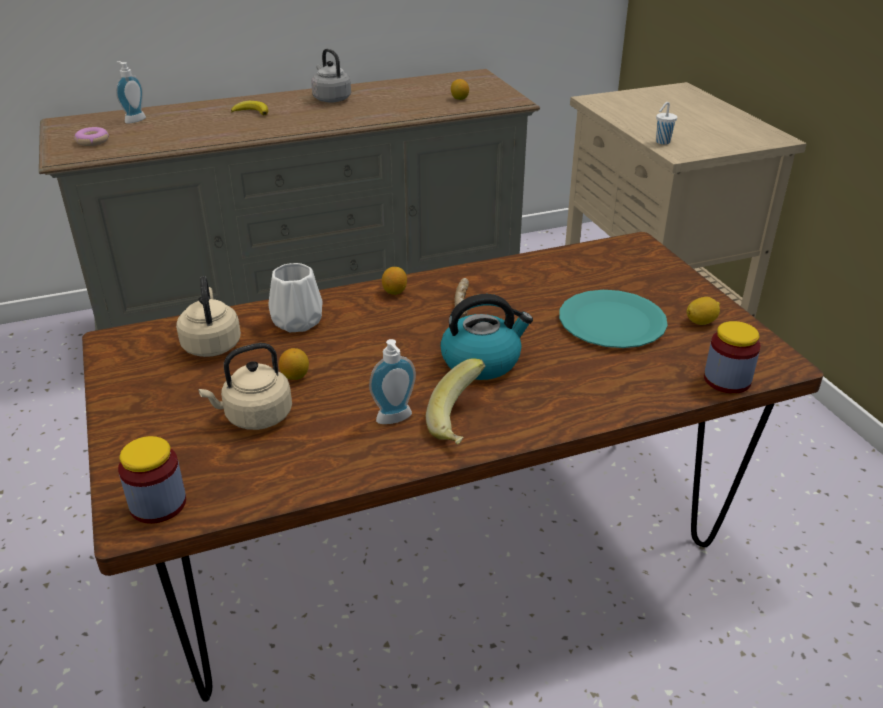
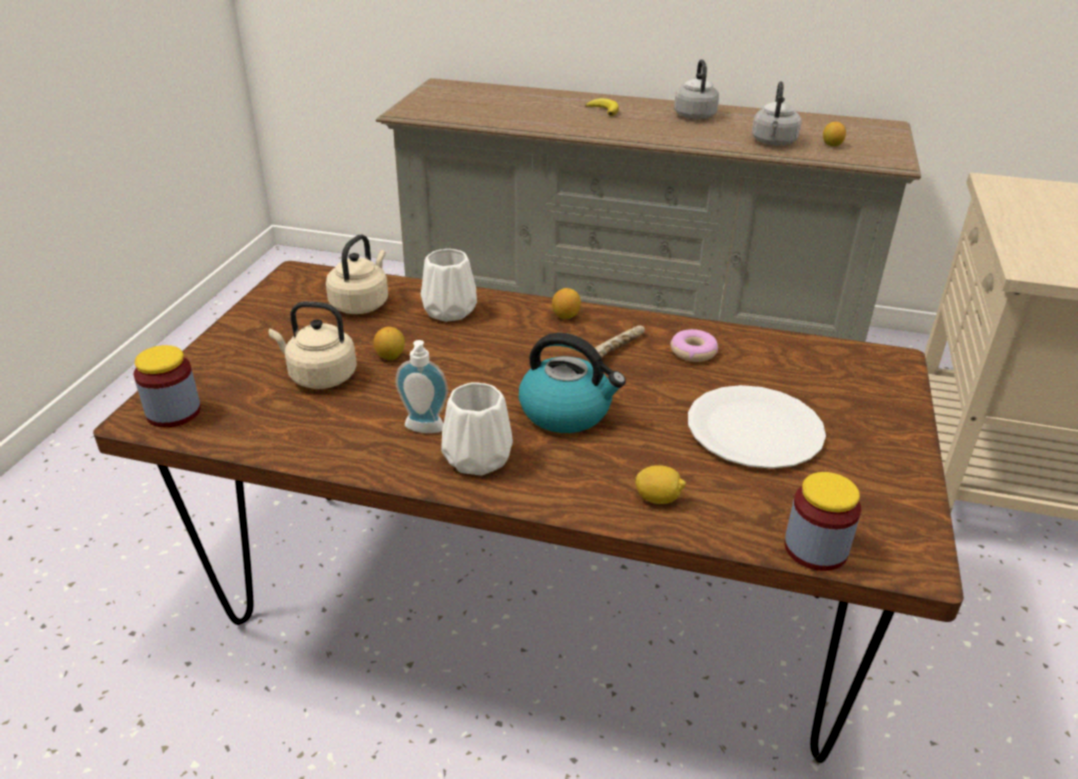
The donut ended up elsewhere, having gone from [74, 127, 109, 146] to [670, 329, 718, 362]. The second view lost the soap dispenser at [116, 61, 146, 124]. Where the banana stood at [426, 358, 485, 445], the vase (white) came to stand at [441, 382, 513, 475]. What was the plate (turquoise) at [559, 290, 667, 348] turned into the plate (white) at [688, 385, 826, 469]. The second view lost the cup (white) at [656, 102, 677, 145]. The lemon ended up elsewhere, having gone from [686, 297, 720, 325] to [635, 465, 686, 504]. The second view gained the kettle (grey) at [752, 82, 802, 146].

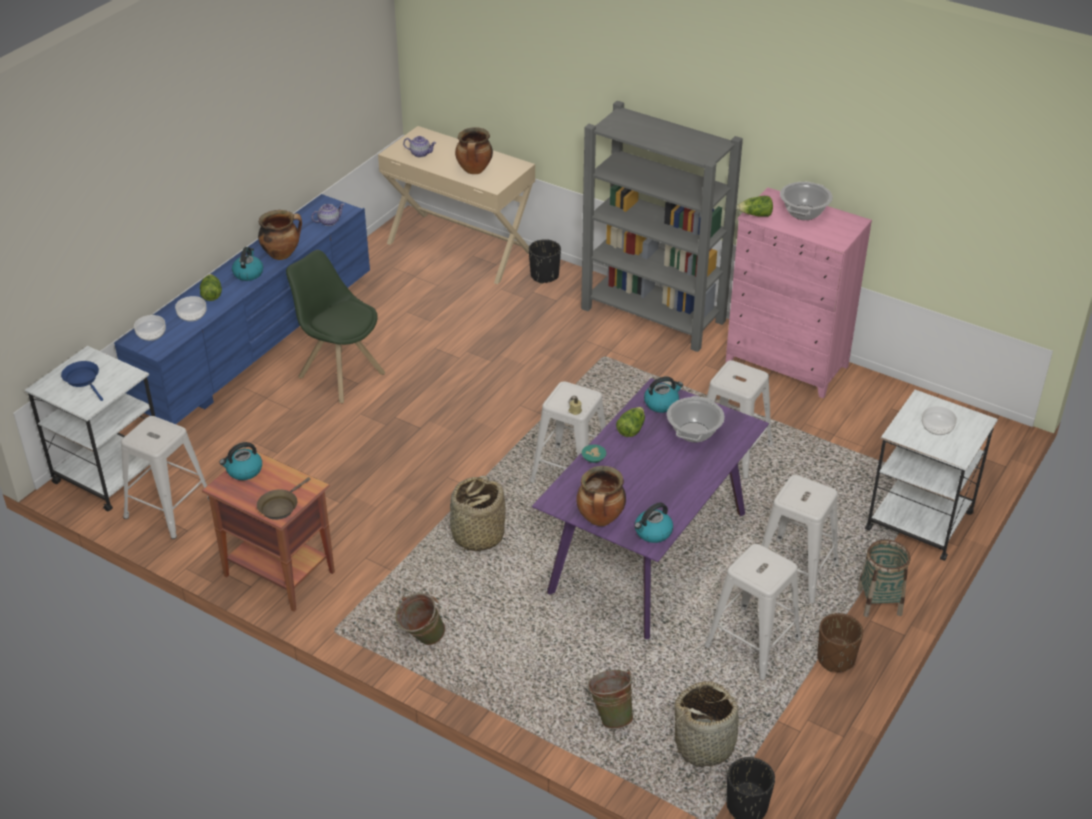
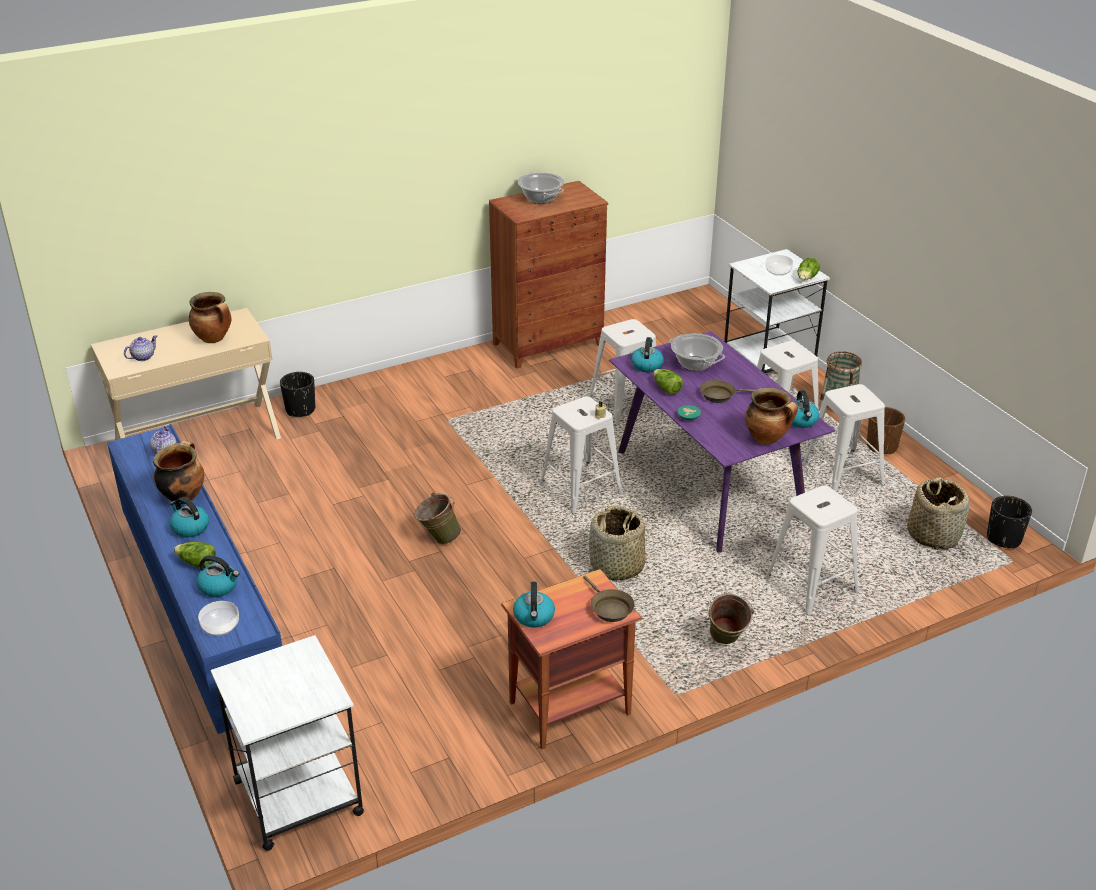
The second view lost the frying pan (blue) at [61, 361, 103, 401]. The stool (white) ended up elsewhere, having gone from [121, 416, 210, 539] to [765, 486, 859, 615]. Where the bowl stood at [175, 296, 207, 322], the kettle came to stand at [196, 555, 239, 597]. The second view lost the chair (green) at [286, 250, 385, 403]. The second view lost the bookcase (grey) at [581, 101, 743, 352]. The bucket (green) ended up elsewhere, having gone from [587, 670, 635, 729] to [415, 493, 461, 545]. What was the dresser (pink) at [726, 188, 872, 398] turned into the dresser (brown) at [489, 181, 608, 368]. The lettuce ended up elsewhere, having gone from [736, 196, 773, 217] to [798, 258, 820, 280]. The second view gained the frying pan (brown) at [700, 380, 755, 403].

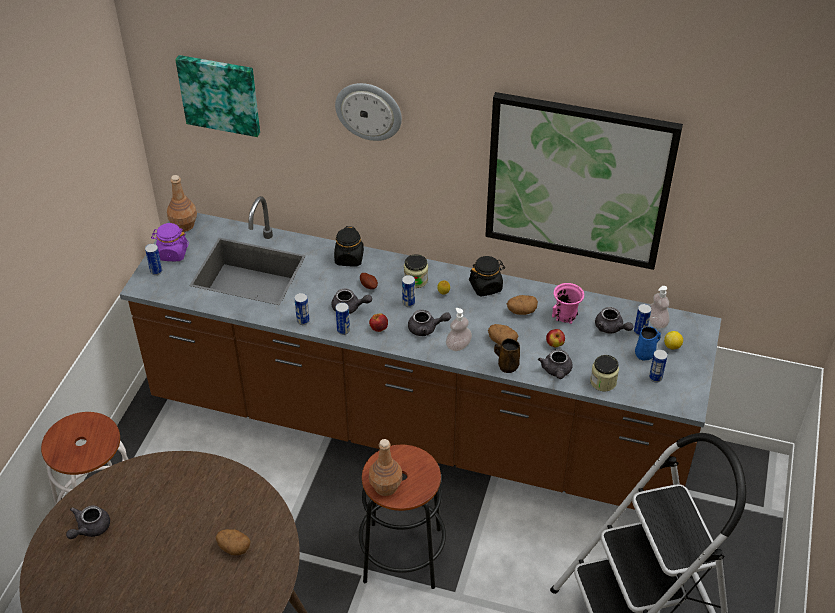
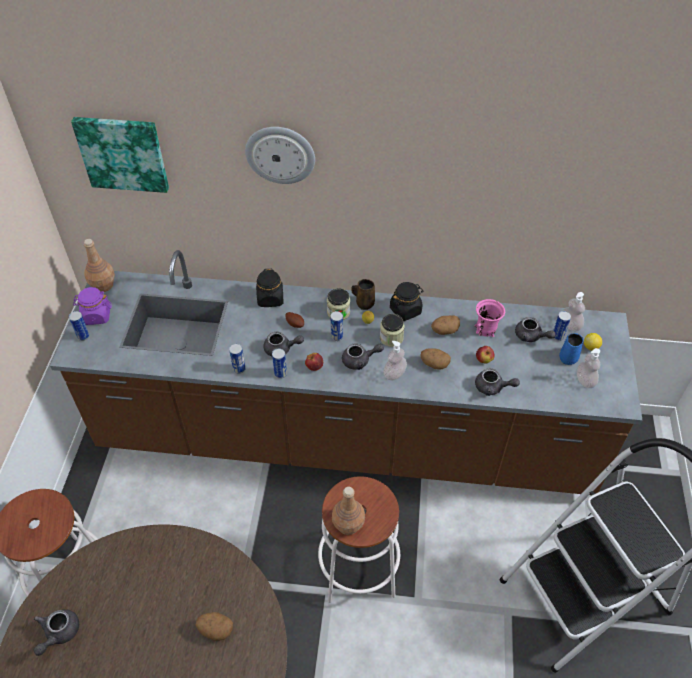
What was the stool (black) at [359, 445, 446, 589] turned into the stool (white) at [318, 476, 400, 603]. The second view lost the picture at [485, 92, 683, 270]. The mug (brown) ended up elsewhere, having gone from [494, 338, 520, 373] to [351, 279, 375, 310]. The teapot (grey) at [538, 349, 573, 379] ended up facing another way, 60 degrees counterclockwise from before. The jar ended up elsewhere, having gone from [590, 355, 619, 391] to [380, 314, 405, 347]. Where the can stood at [649, 349, 668, 383], the soap dispenser came to stand at [577, 348, 600, 388].

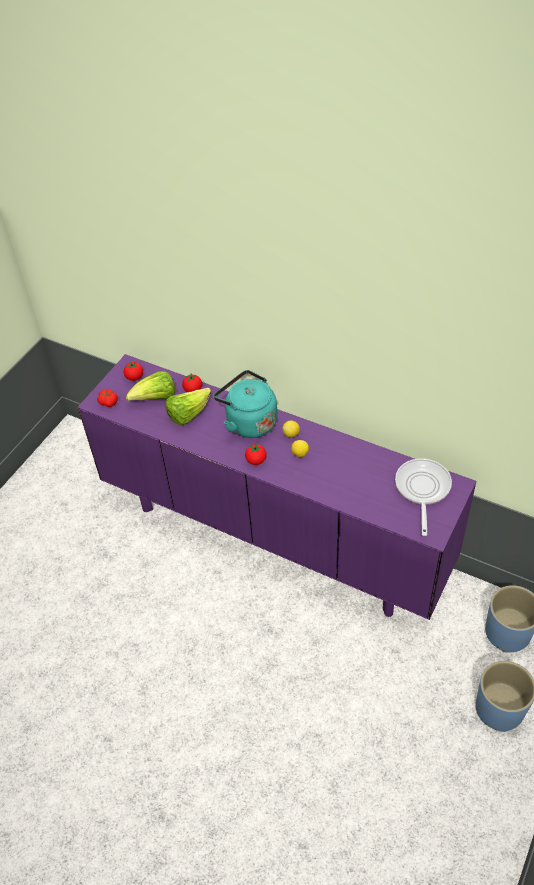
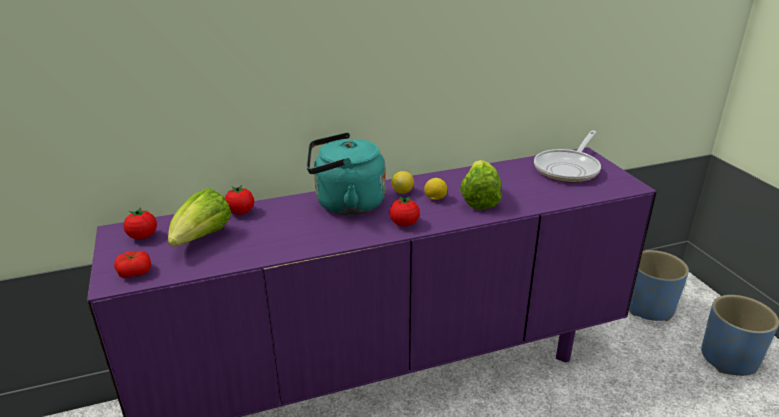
The lettuce ended up elsewhere, having gone from [165, 388, 211, 425] to [460, 160, 501, 210]. The frying pan at [395, 458, 452, 536] ended up facing another way, 105 degrees counterclockwise from before.

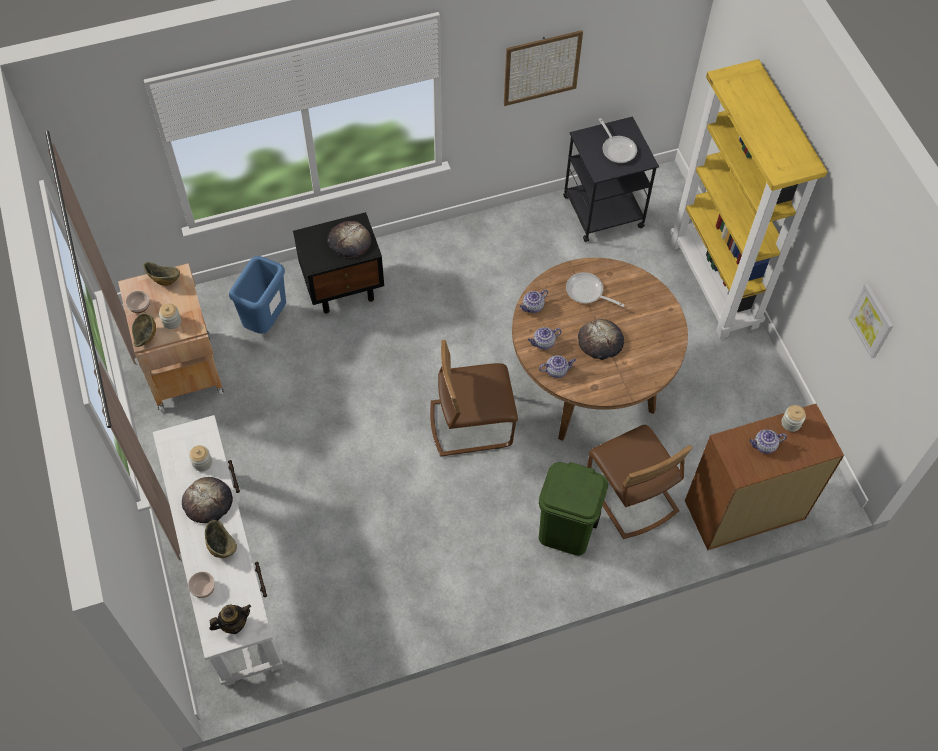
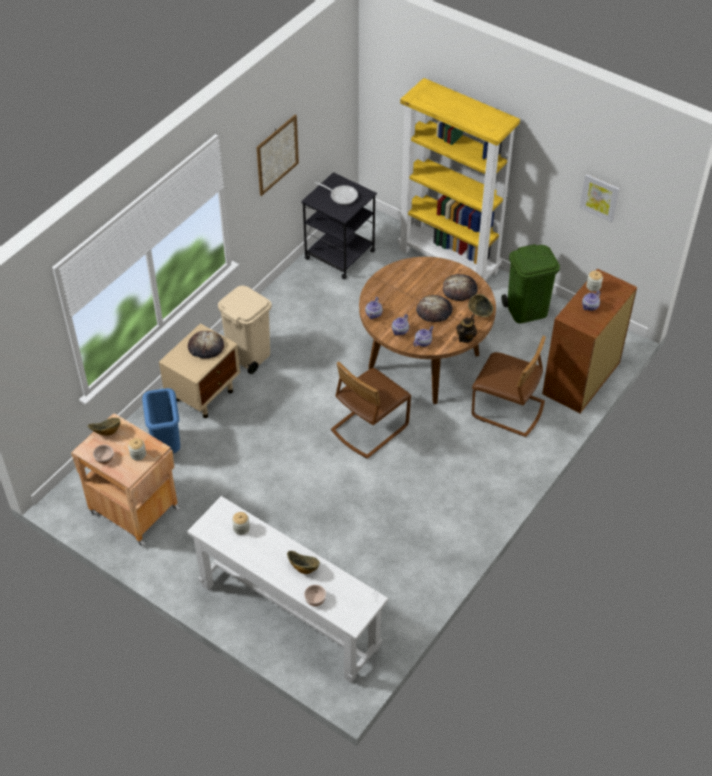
The bowl ended up elsewhere, having gone from [132, 313, 156, 347] to [468, 294, 493, 317]. The bread ended up elsewhere, having gone from [182, 477, 233, 524] to [443, 274, 478, 301]. The teapot ended up elsewhere, having gone from [209, 604, 251, 634] to [456, 314, 477, 343]. What was the nightstand (black) at [293, 212, 384, 314] turned into the nightstand (beige) at [159, 323, 240, 418]. The trash can (green) ended up elsewhere, having gone from [539, 462, 608, 556] to [501, 244, 560, 323]. The second view lost the frying pan at [566, 272, 624, 307]. The second view gained the trash can (beige) at [218, 286, 272, 374].

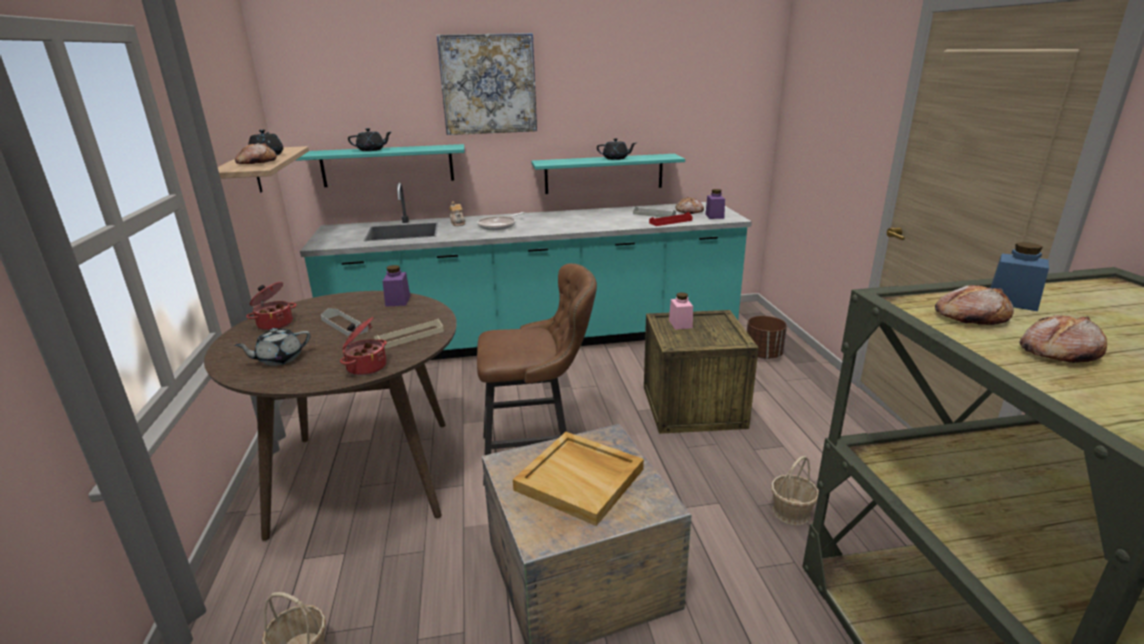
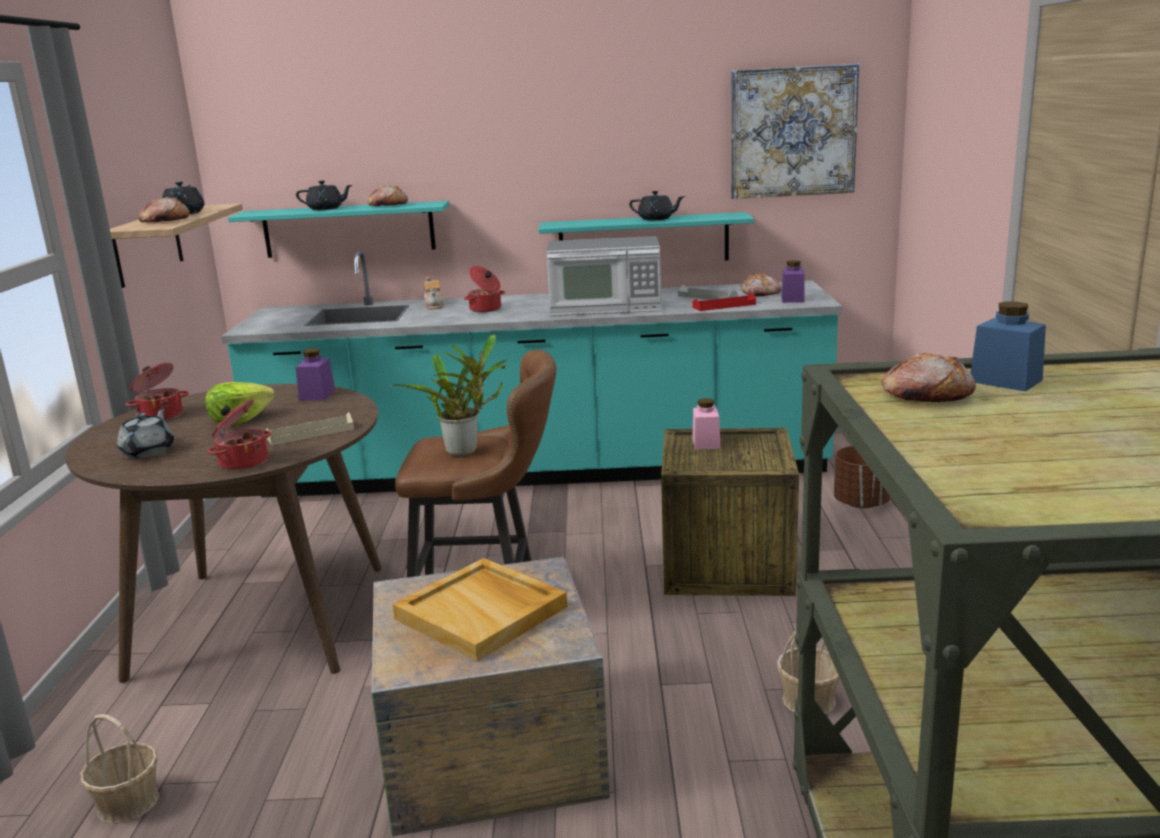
The teapot (grey) at [234, 328, 311, 366] ended up facing another way, 120 degrees clockwise from before. Where the tray (grey) stood at [321, 308, 369, 336], the lettuce came to stand at [205, 382, 275, 425]. The picture ended up elsewhere, having gone from [437, 33, 537, 135] to [731, 63, 859, 199]. Where the frying pan stood at [477, 212, 525, 230], the cooking pot came to stand at [464, 266, 505, 312]. The bread ended up elsewhere, having gone from [1020, 315, 1107, 363] to [367, 185, 408, 206]. The second view gained the potted plant at [390, 334, 507, 457]. The second view gained the microwave at [546, 236, 661, 316].

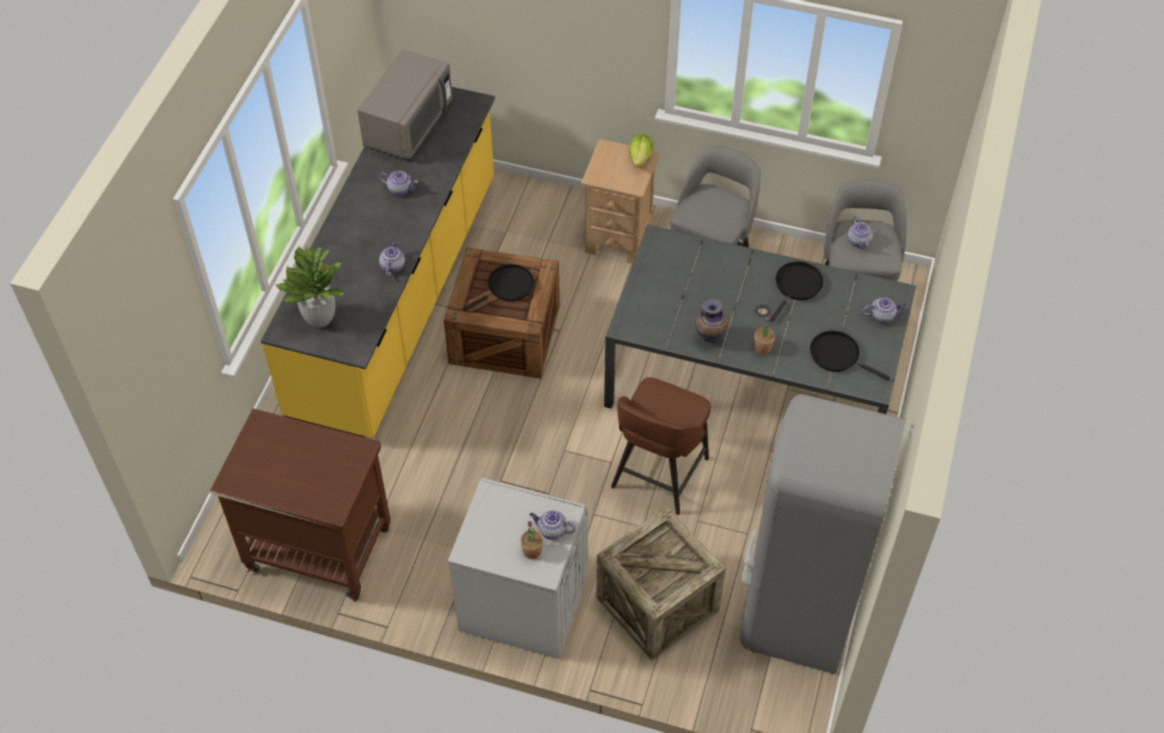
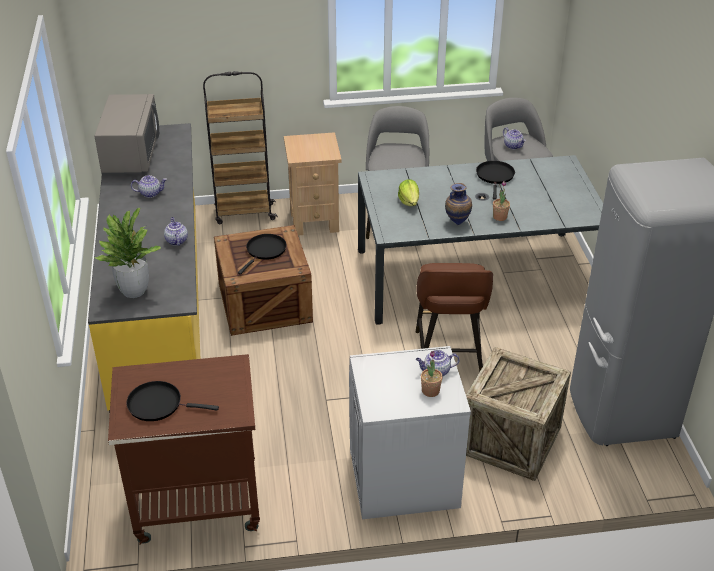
The lettuce ended up elsewhere, having gone from [629, 134, 653, 167] to [398, 180, 419, 206]. The frying pan (black) ended up elsewhere, having gone from [810, 331, 890, 381] to [126, 381, 219, 421]. The second view lost the teapot at [863, 297, 906, 323]. The second view gained the cart (brown) at [203, 71, 278, 224].

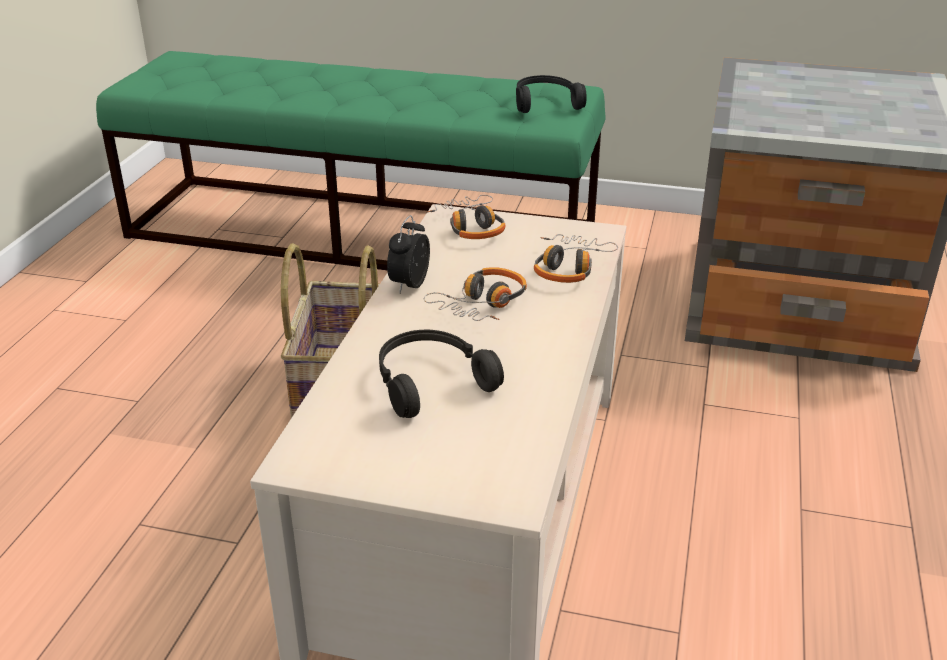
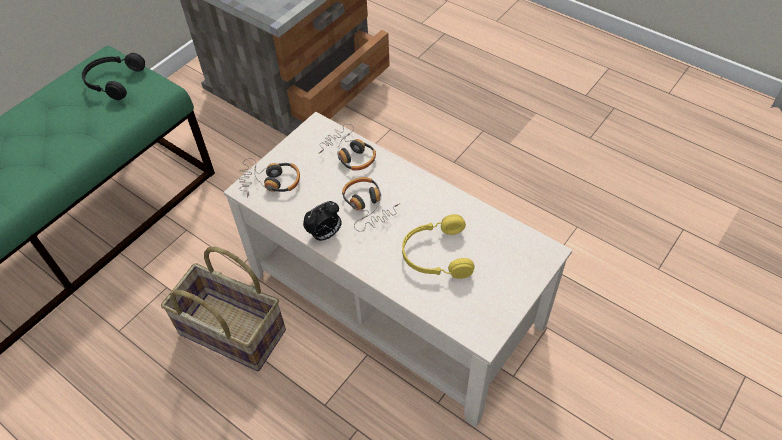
What was the headphones (black) at [379, 330, 504, 418] turned into the headphones (yellow) at [402, 214, 474, 279]. The alarm clock at [387, 215, 430, 293] ended up facing another way, 75 degrees counterclockwise from before.

